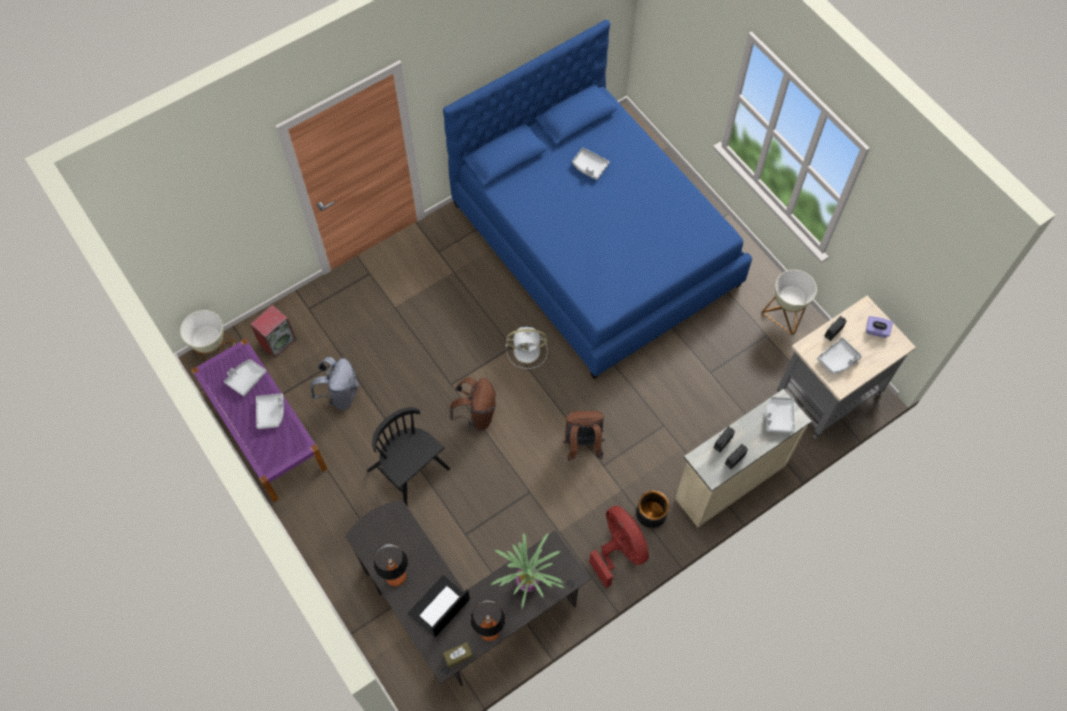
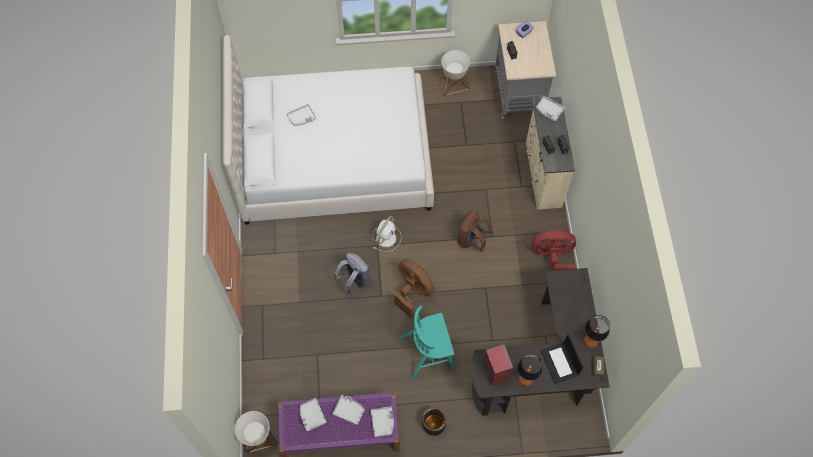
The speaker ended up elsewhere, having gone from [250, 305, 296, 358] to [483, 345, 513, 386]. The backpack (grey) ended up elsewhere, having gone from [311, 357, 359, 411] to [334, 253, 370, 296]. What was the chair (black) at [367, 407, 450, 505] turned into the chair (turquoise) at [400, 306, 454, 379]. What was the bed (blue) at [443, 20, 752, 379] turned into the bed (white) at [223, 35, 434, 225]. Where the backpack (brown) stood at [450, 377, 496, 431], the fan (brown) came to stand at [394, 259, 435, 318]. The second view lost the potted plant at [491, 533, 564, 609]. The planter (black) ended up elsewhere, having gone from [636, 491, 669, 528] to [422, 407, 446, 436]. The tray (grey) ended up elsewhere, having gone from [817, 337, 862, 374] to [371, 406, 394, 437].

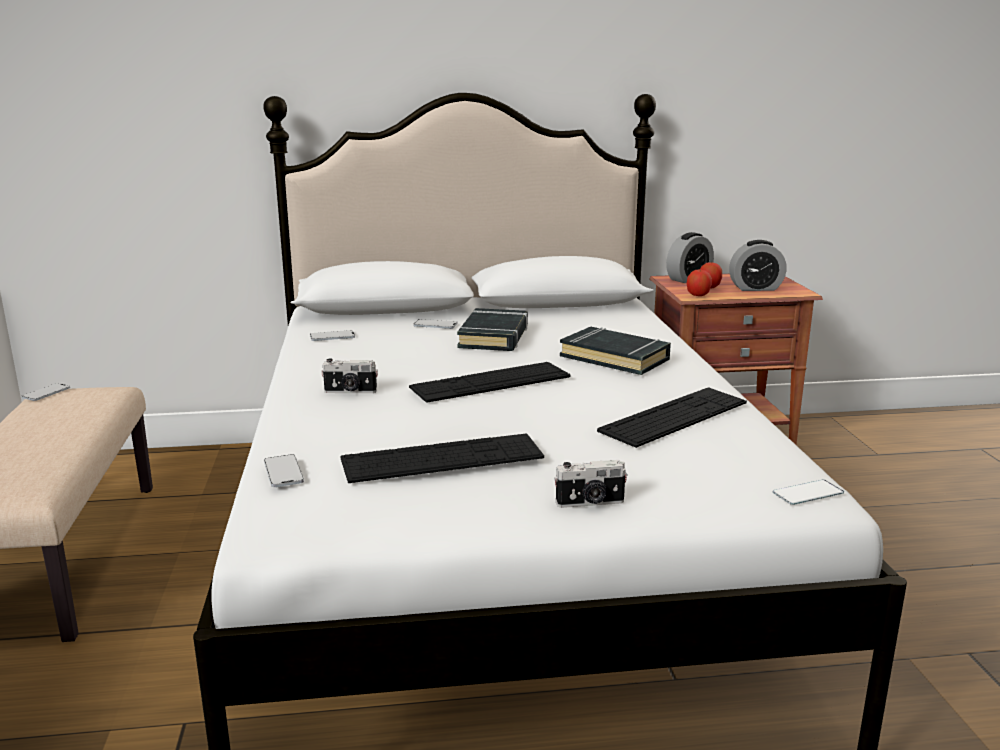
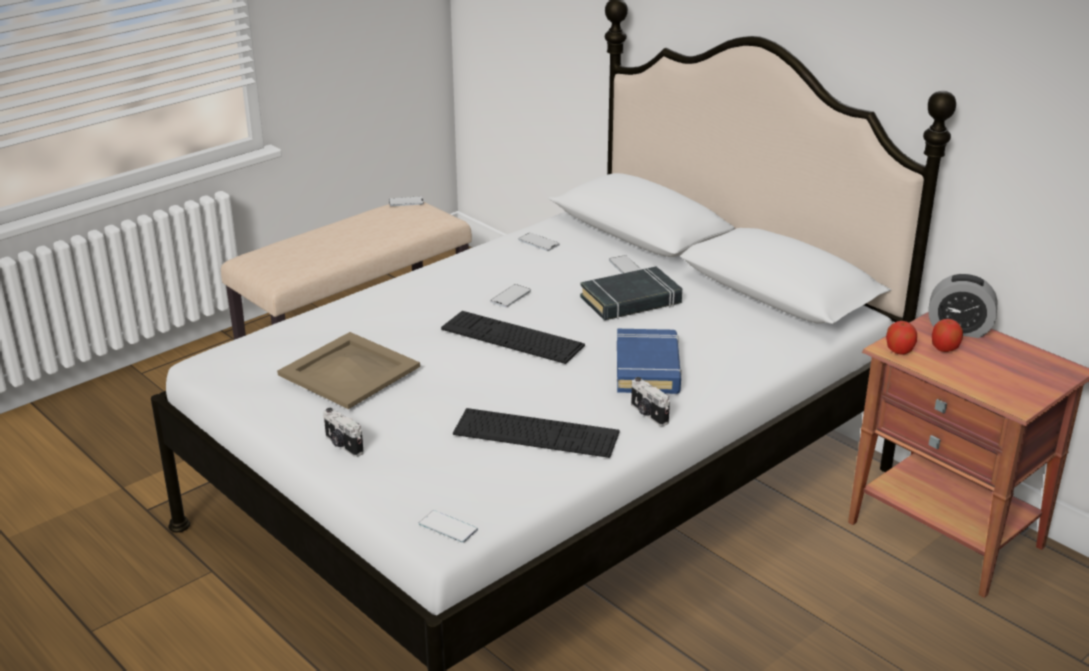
The phone ended up elsewhere, having gone from [264, 454, 304, 487] to [491, 284, 531, 307]. The photo camera ended up elsewhere, having gone from [321, 358, 378, 393] to [631, 377, 670, 426]. Where the keyboard stood at [341, 433, 544, 483], the tray (beige) came to stand at [277, 332, 420, 409]. What was the book (black) at [560, 327, 671, 375] turned into the book (blue) at [617, 329, 682, 394]. The second view lost the alarm clock at [729, 240, 787, 291].

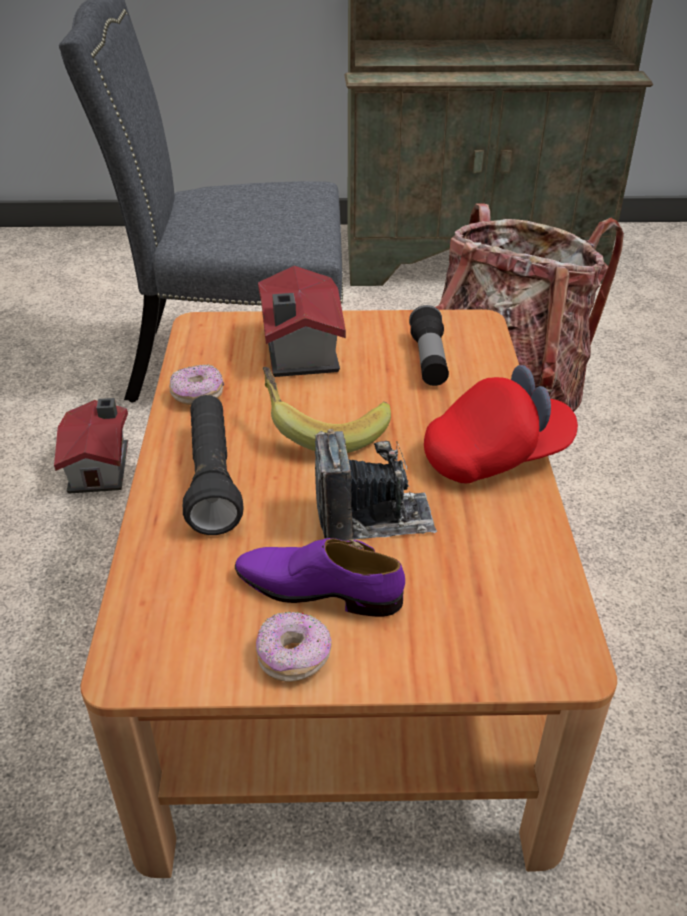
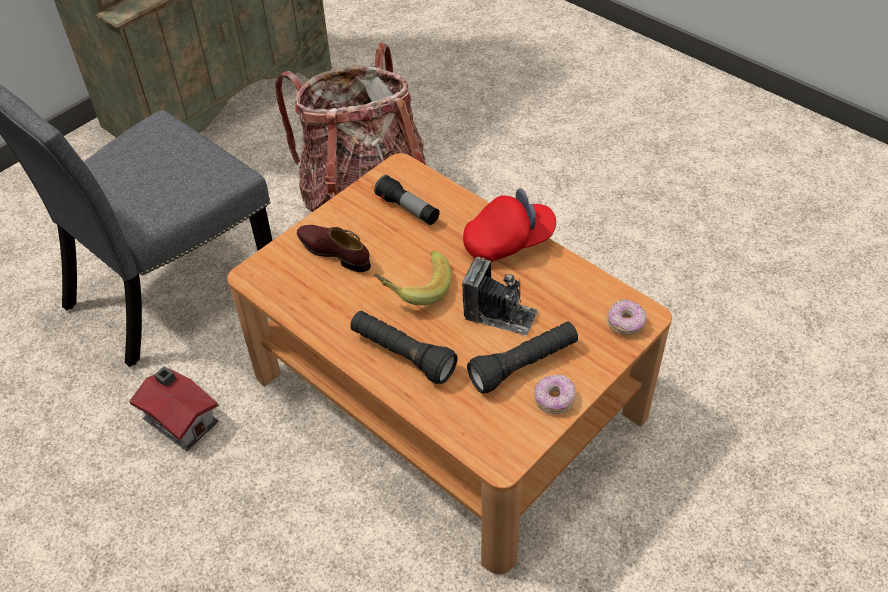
The donut ended up elsewhere, having gone from [169, 364, 224, 405] to [607, 300, 647, 335]. Where the shoe (purple) stood at [235, 538, 405, 617], the flashlight (black) came to stand at [467, 322, 578, 394]. Where the toy house stood at [258, 266, 346, 377], the shoe (brown) came to stand at [297, 225, 371, 272]. The photo camera at [315, 429, 437, 541] ended up facing another way, 75 degrees clockwise from before. The cap (red) at [424, 365, 578, 484] ended up facing another way, 45 degrees clockwise from before.

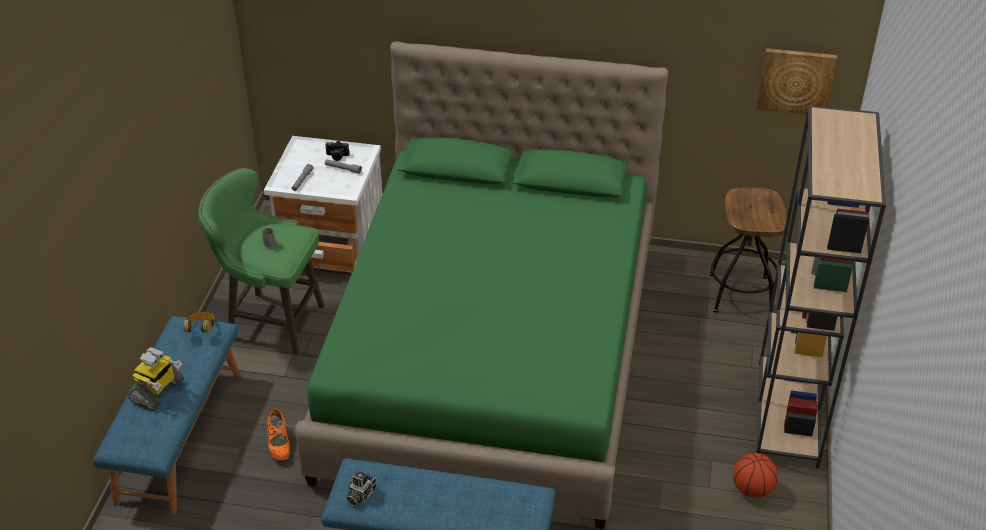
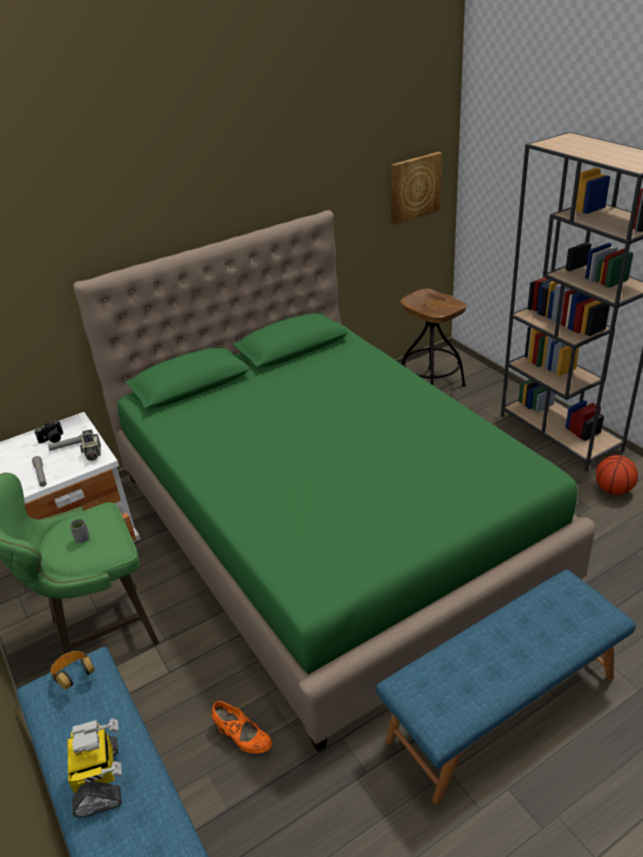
The photo camera ended up elsewhere, having gone from [346, 471, 377, 506] to [80, 429, 101, 461].

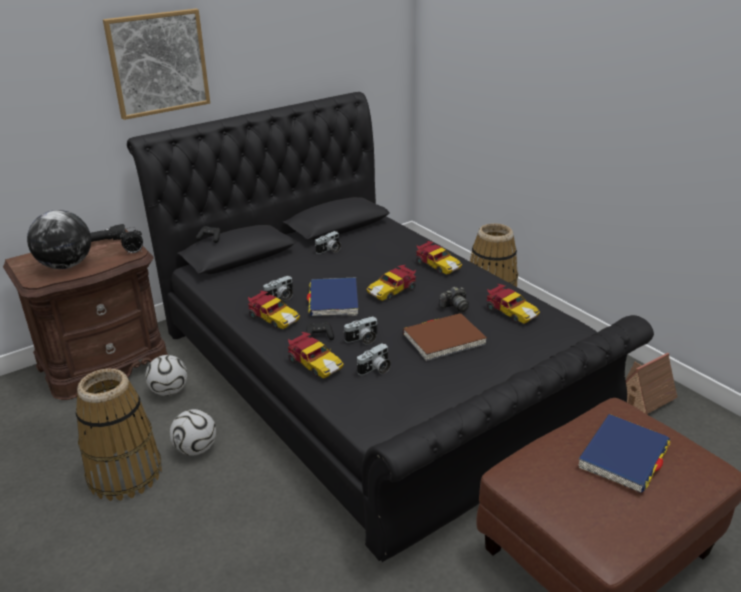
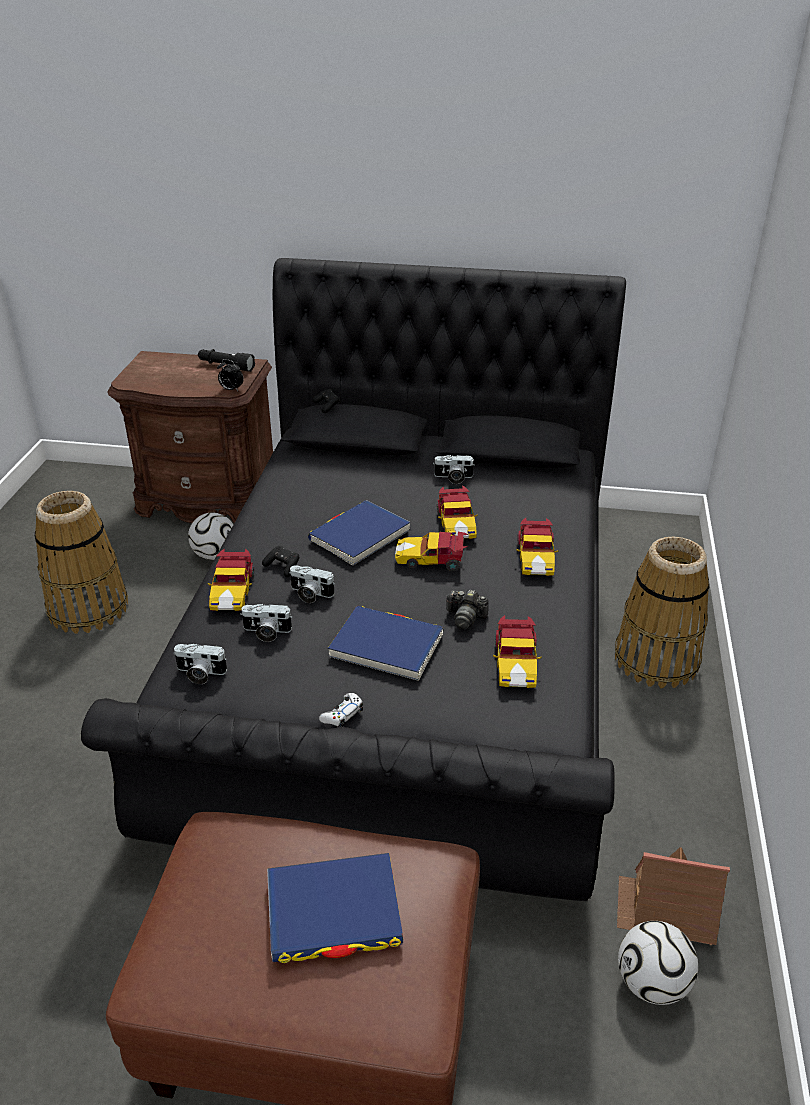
The second view lost the globe at [27, 210, 91, 269]. The second view lost the picture at [103, 9, 210, 120]. The football ended up elsewhere, having gone from [170, 409, 216, 456] to [618, 921, 698, 1005]. The toy car ended up elsewhere, having gone from [248, 291, 300, 329] to [437, 486, 478, 539]. The photo camera ended up elsewhere, having gone from [263, 276, 293, 301] to [174, 644, 227, 684]. What was the book (brown) at [403, 313, 487, 361] turned into the book (blue) at [328, 606, 444, 681]. The second view gained the game controller (white) at [319, 693, 363, 727].

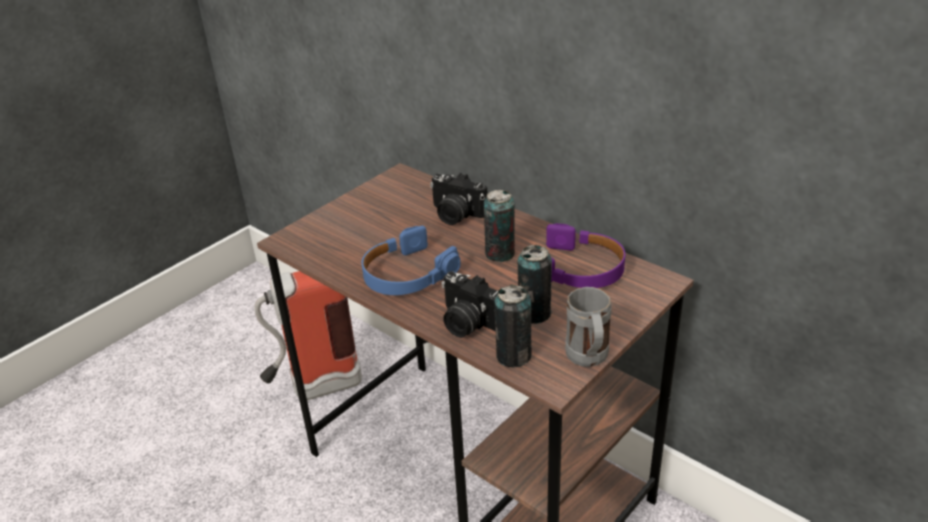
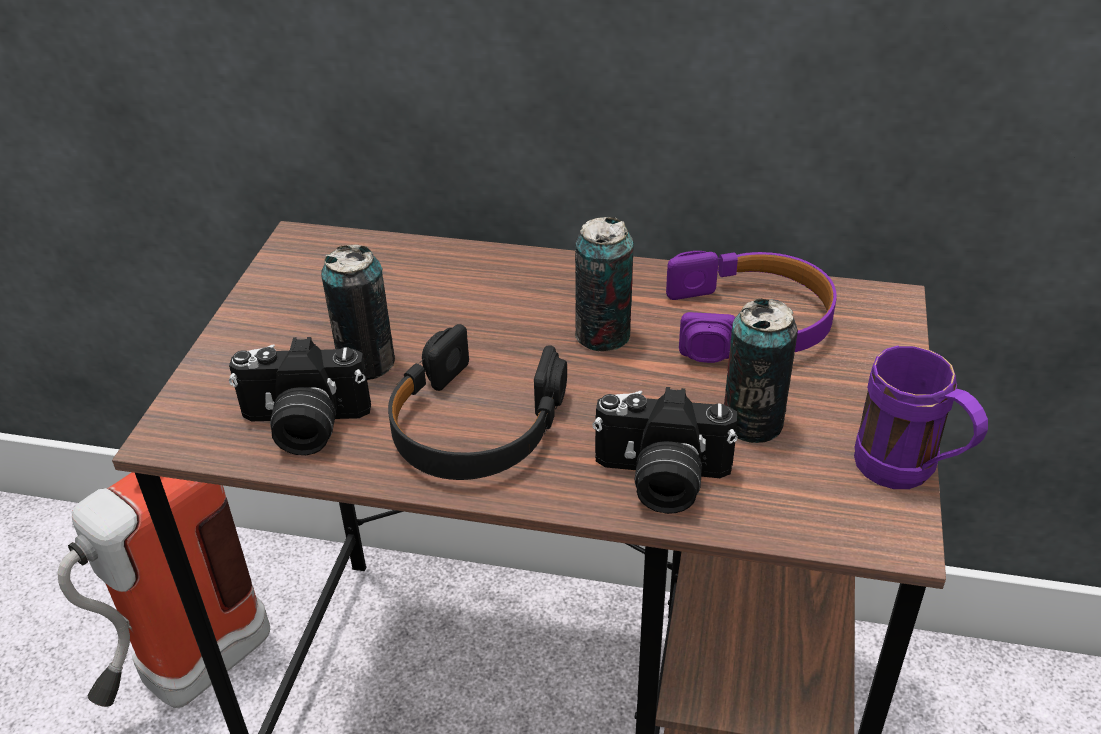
What was the headphones (blue) at [362, 226, 461, 295] turned into the headphones (black) at [388, 324, 567, 480]. The photo camera ended up elsewhere, having gone from [430, 173, 488, 225] to [229, 337, 371, 455]. The can ended up elsewhere, having gone from [495, 285, 532, 368] to [321, 245, 395, 380]. What was the mug (grey) at [565, 287, 612, 367] turned into the mug (purple) at [854, 345, 988, 489].

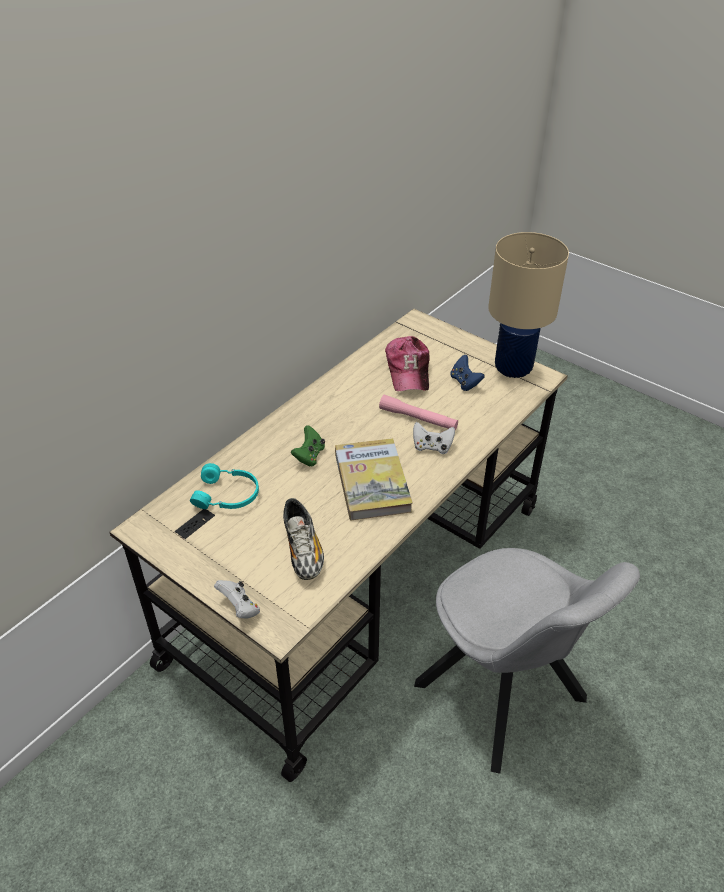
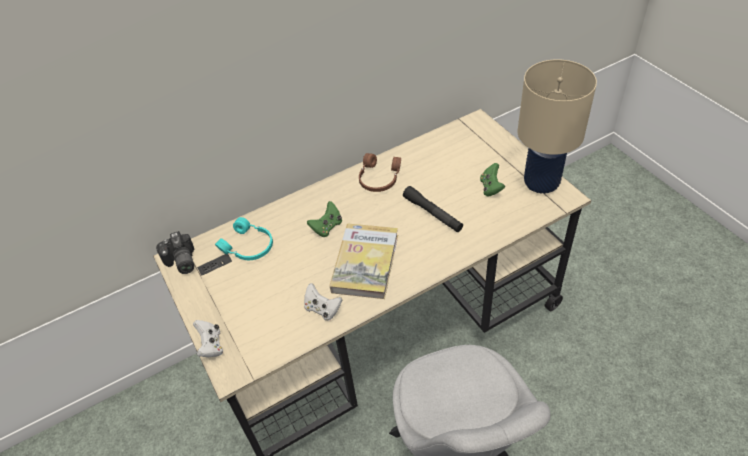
The second view lost the shoe at [283, 498, 324, 580]. What was the flashlight (pink) at [379, 395, 458, 430] turned into the flashlight (black) at [403, 186, 463, 232]. The second view lost the cap at [385, 336, 429, 391]. The game controller (white) ended up elsewhere, having gone from [413, 422, 455, 454] to [304, 283, 342, 321]. What was the game controller (blue) at [450, 355, 485, 391] turned into the game controller (green) at [480, 163, 505, 197]. The second view gained the photo camera at [156, 231, 194, 274]. The second view gained the headphones (brown) at [359, 153, 401, 192].

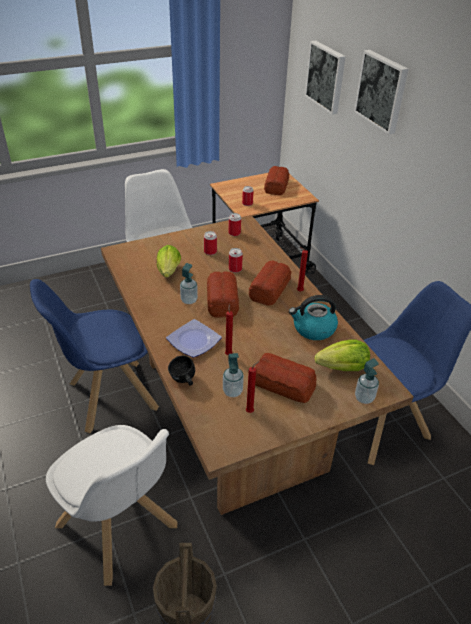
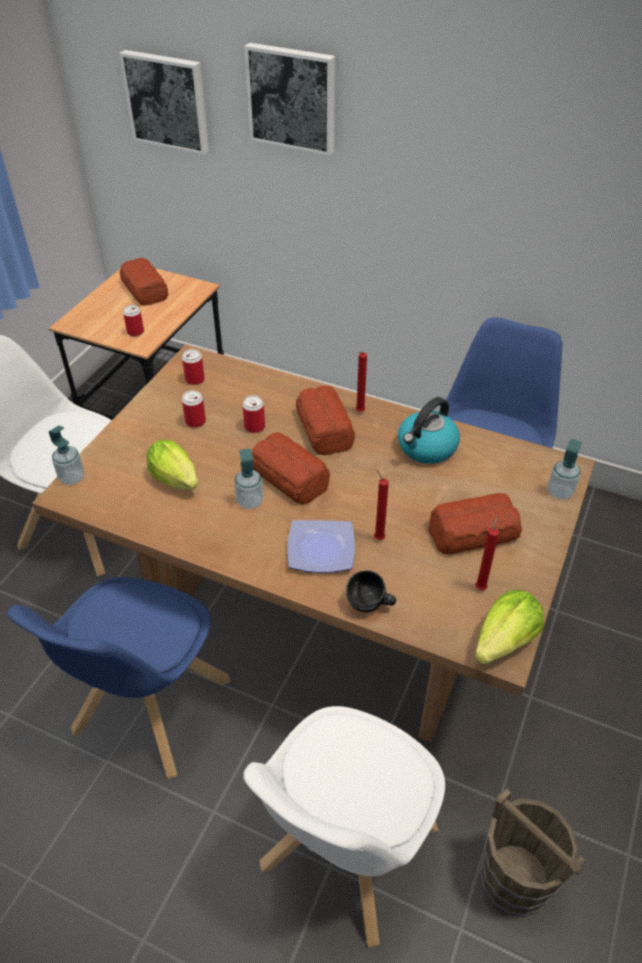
The chair (white) at [46, 425, 178, 586] ended up facing another way, 120 degrees clockwise from before. The soap dispenser ended up elsewhere, having gone from [223, 353, 244, 397] to [49, 425, 84, 485]. The lettuce ended up elsewhere, having gone from [315, 339, 370, 371] to [475, 590, 544, 664].

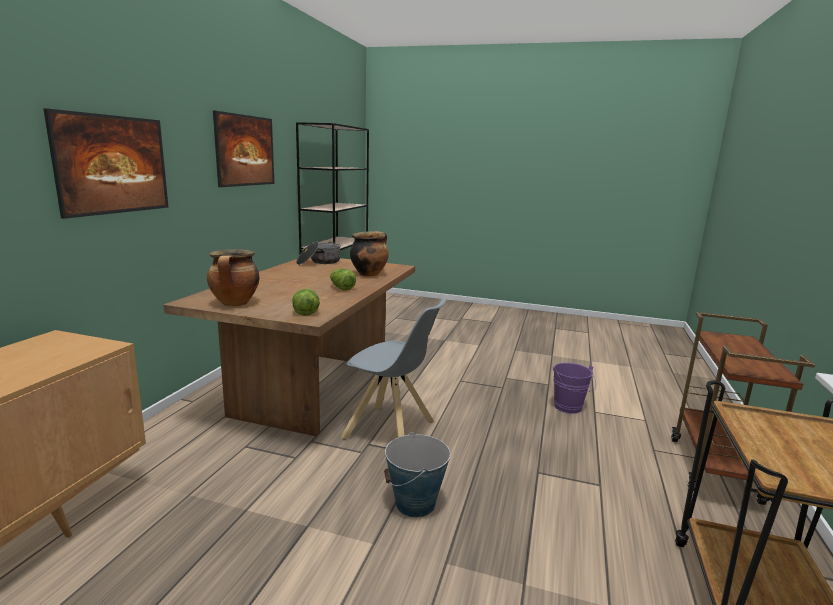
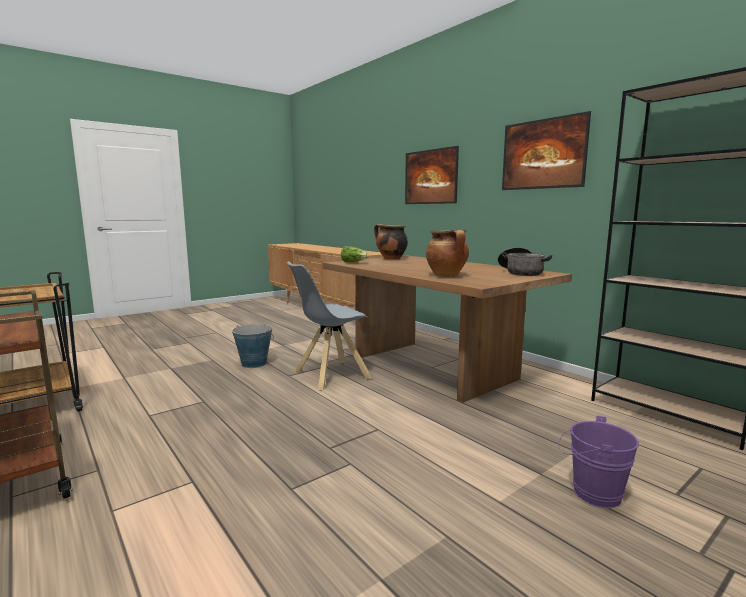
The second view lost the lettuce at [330, 269, 356, 291]. The bucket (purple) ended up elsewhere, having gone from [553, 363, 596, 414] to [558, 416, 639, 508].

